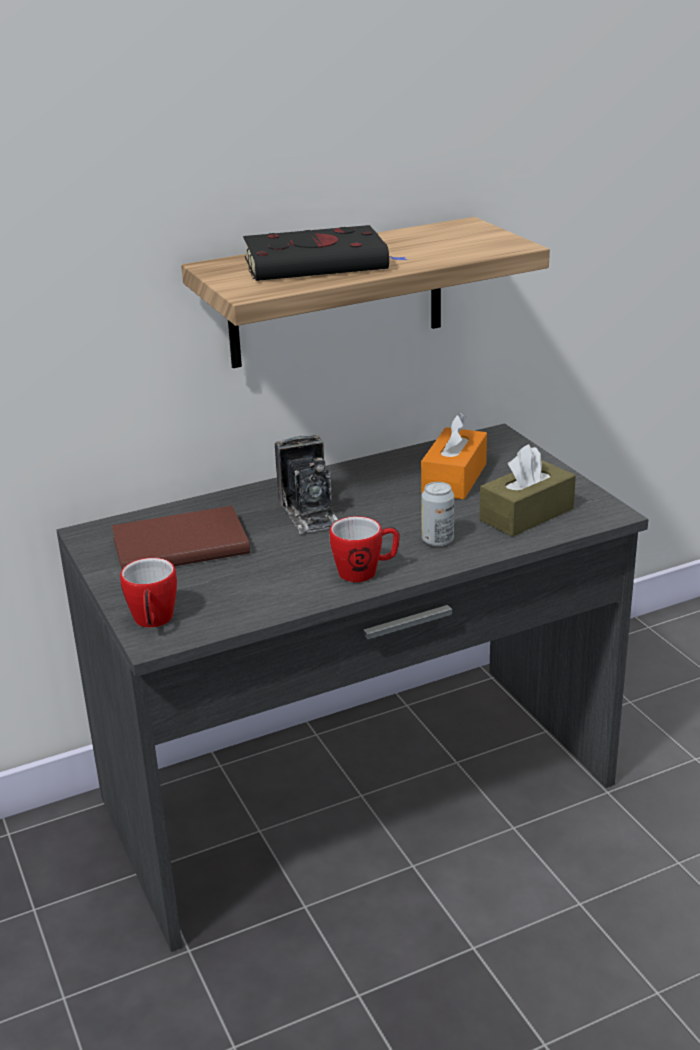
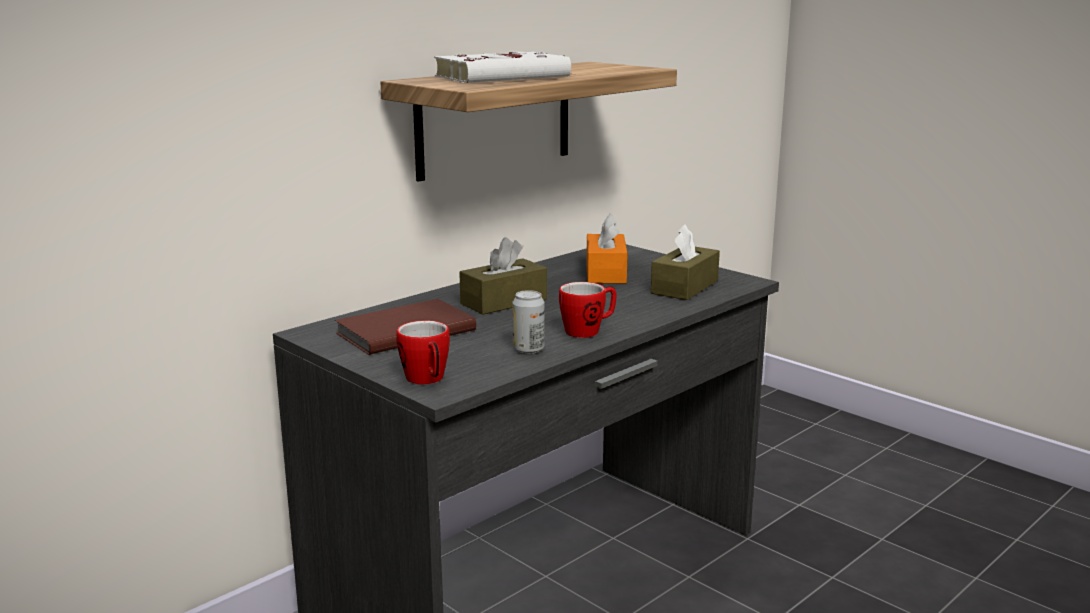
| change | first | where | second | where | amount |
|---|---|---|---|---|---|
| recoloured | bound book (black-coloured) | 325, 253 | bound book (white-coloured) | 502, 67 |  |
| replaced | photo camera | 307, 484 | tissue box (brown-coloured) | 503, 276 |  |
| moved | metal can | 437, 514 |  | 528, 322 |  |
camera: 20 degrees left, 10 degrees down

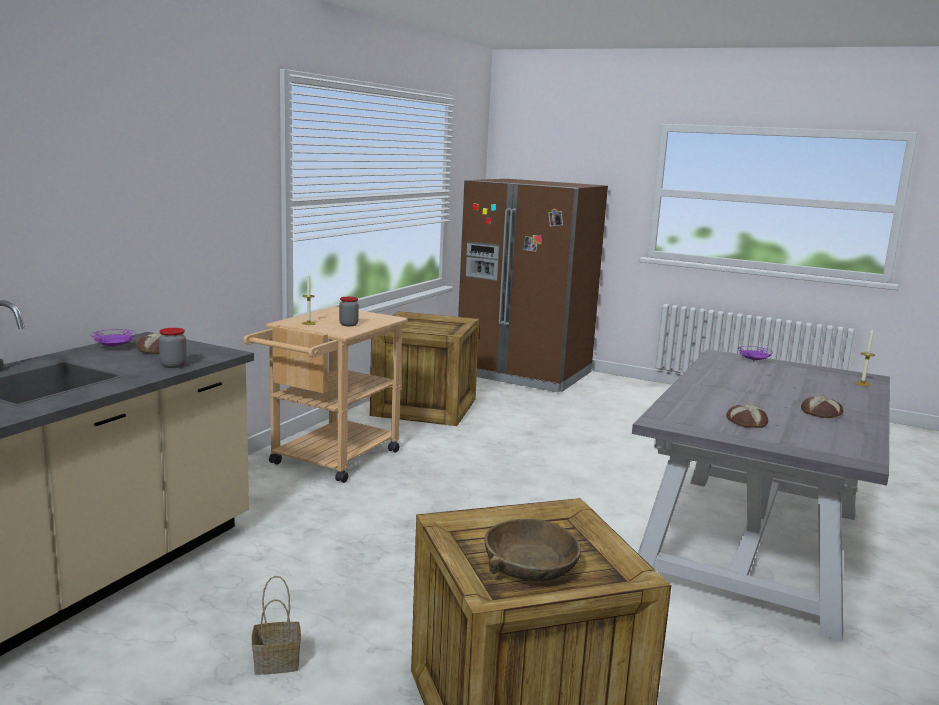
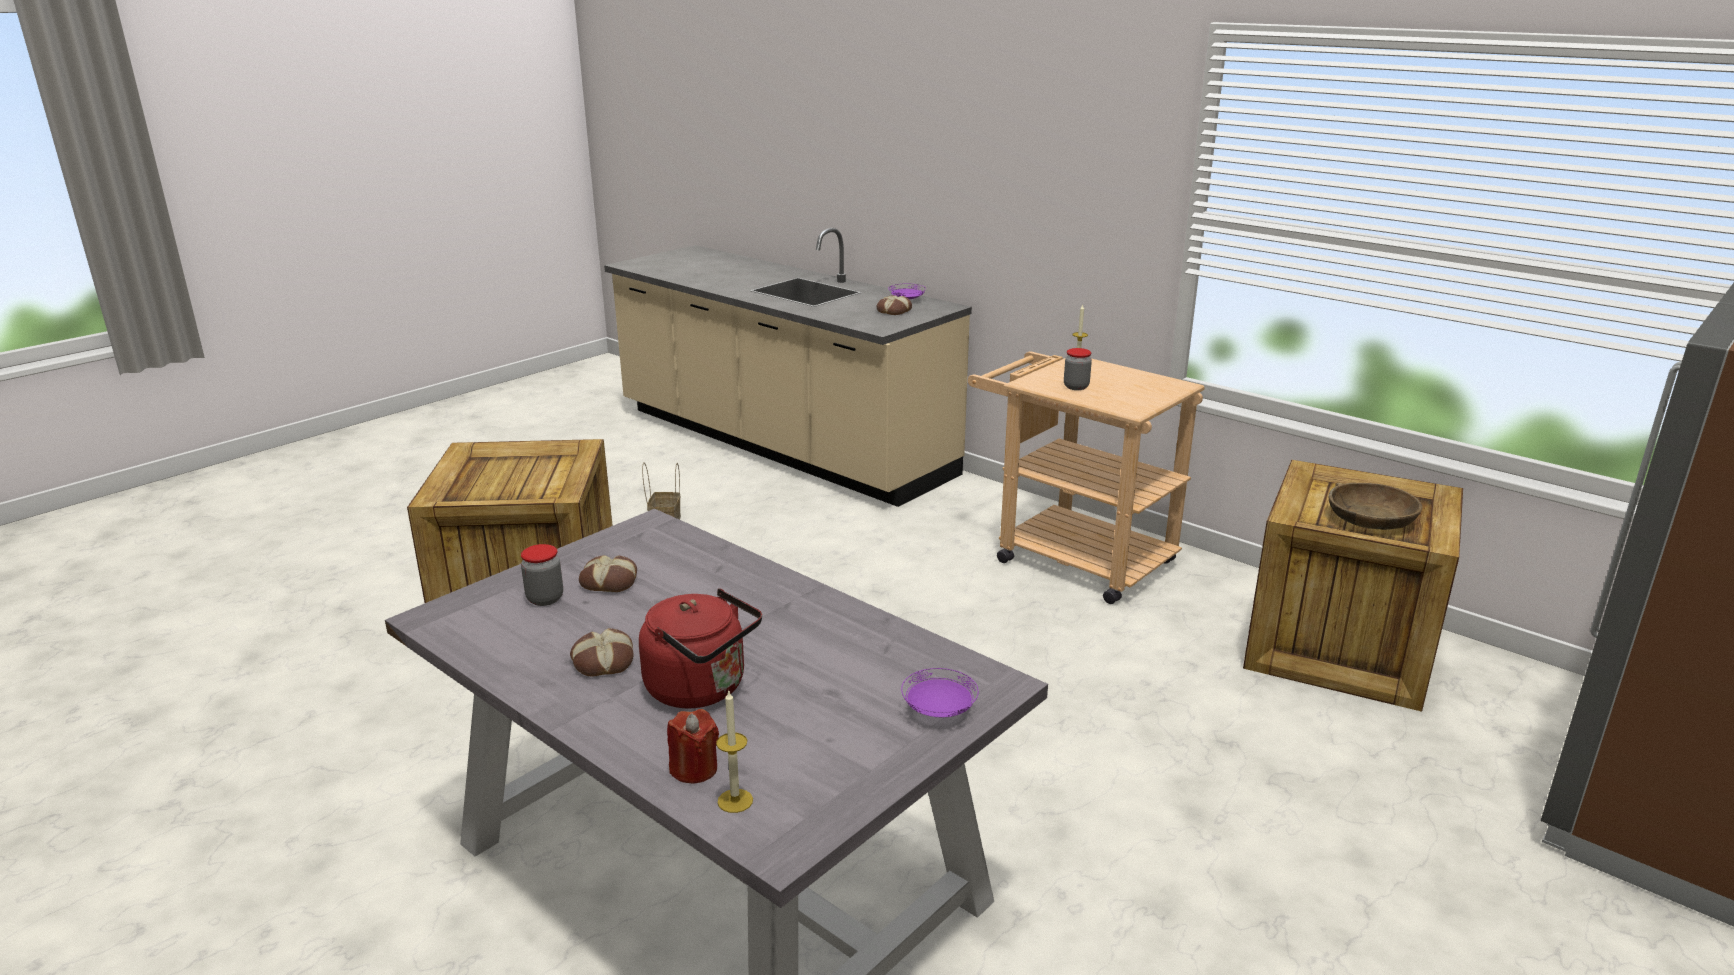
| change | first | where | second | where | amount |
|---|---|---|---|---|---|
| moved | jar | 173, 348 |  | 542, 575 |  |
| moved | bowl (brown-coloured) | 533, 550 |  | 1376, 506 |  |
| added |  |  | water kettle (red) | 700, 648 |  |
| added |  |  | candle (red) | 693, 746 |  |
camera: 105 degrees right, 10 degrees up

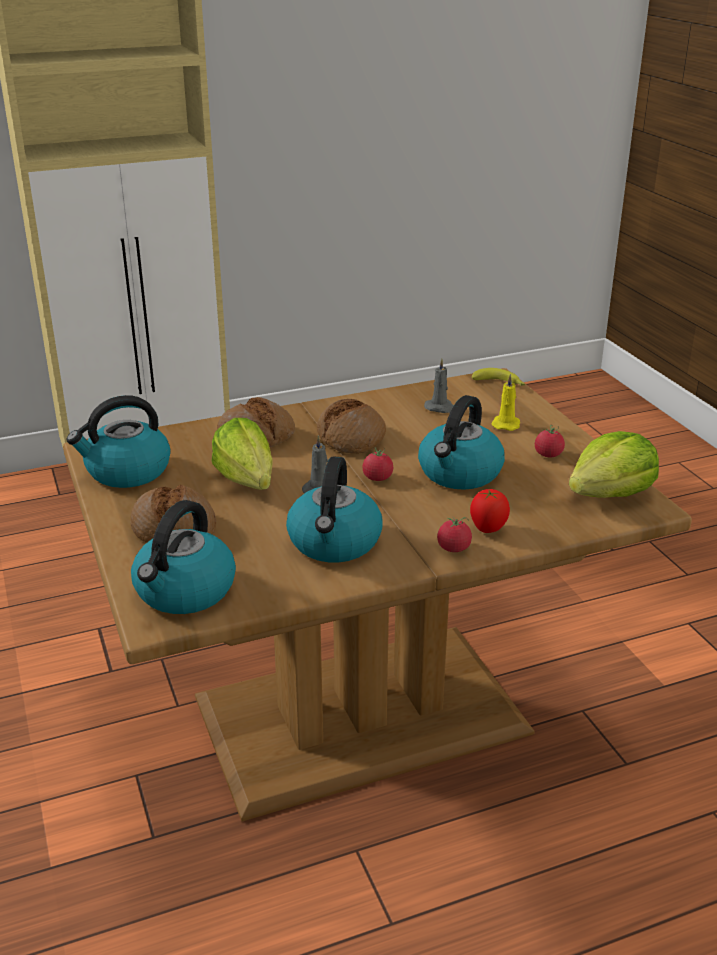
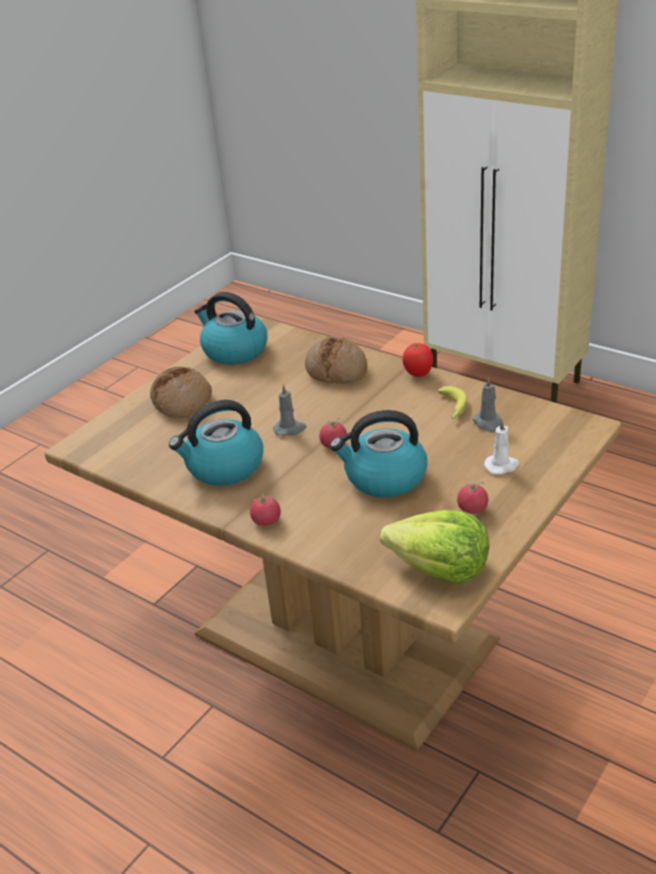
| change | first | where | second | where | amount |
|---|---|---|---|---|---|
| moved | banana | 498, 377 |  | 452, 402 |  |
| recoloured | candle (yellow-coloured) | 505, 402 | candle (white-coloured) | 501, 446 |  |
| removed | bakery bread | 351, 426 |  |  |  |
| removed | head of lettuce | 242, 454 |  |  |  |
| moved | fresh tomato | 490, 511 |  | 417, 360 |  |
| removed | water kettle | 183, 557 |  |  |  |
camera: 60 degrees right, 5 degrees up

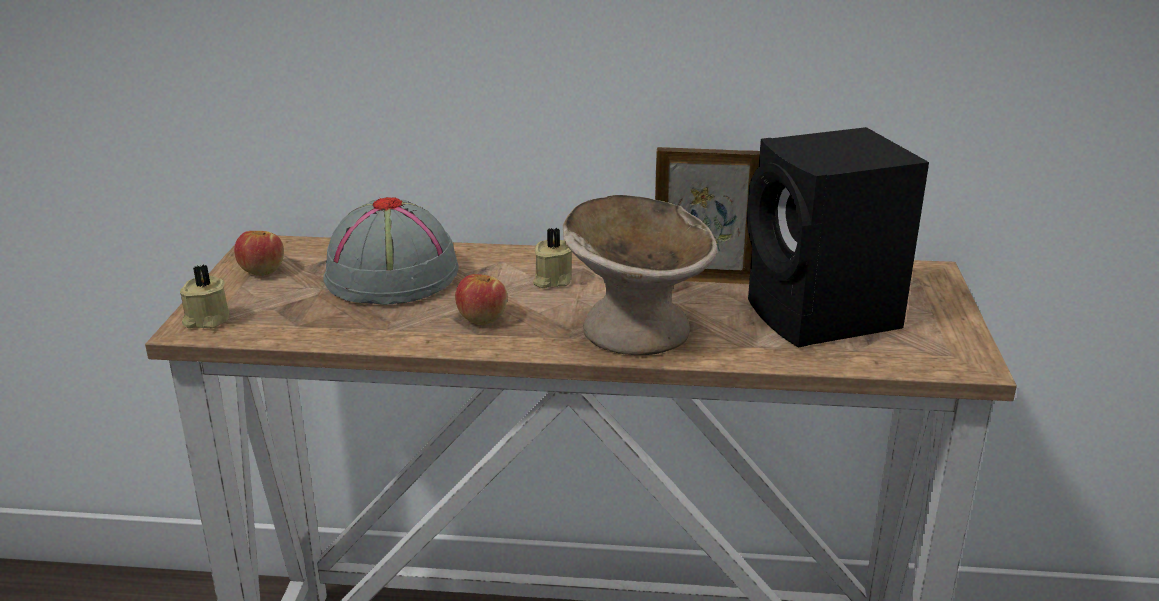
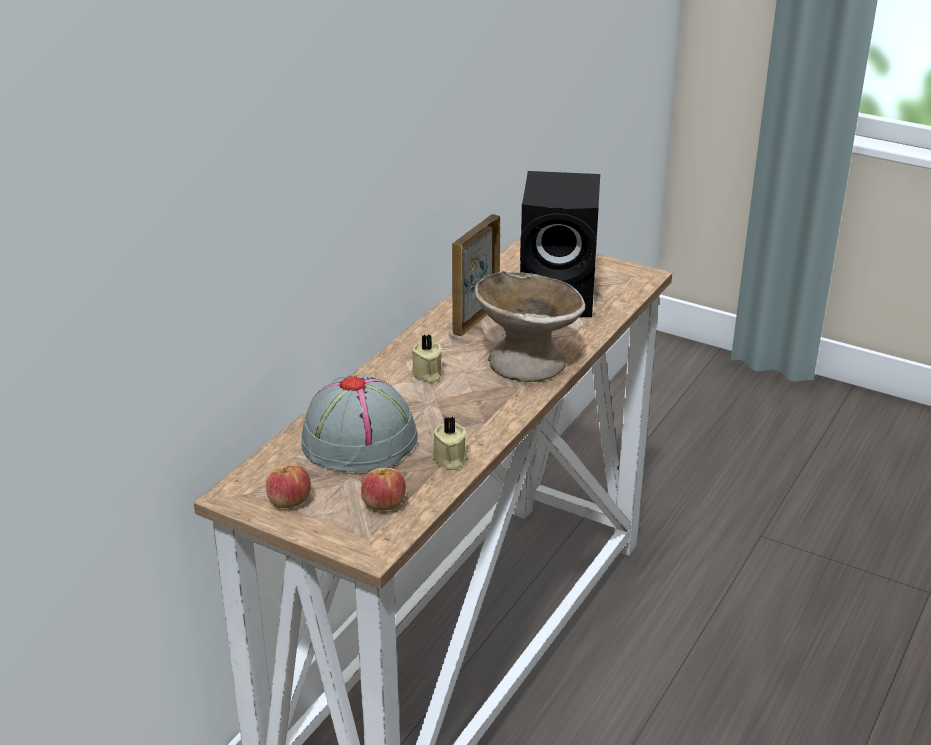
| change | first | where | second | where | amount |
|---|---|---|---|---|---|
| moved | candle (beige) | 205, 297 |  | 450, 443 |  |
| moved | whole apple | 481, 299 |  | 383, 489 |  |
camera: 65 degrees left, 5 degrees up

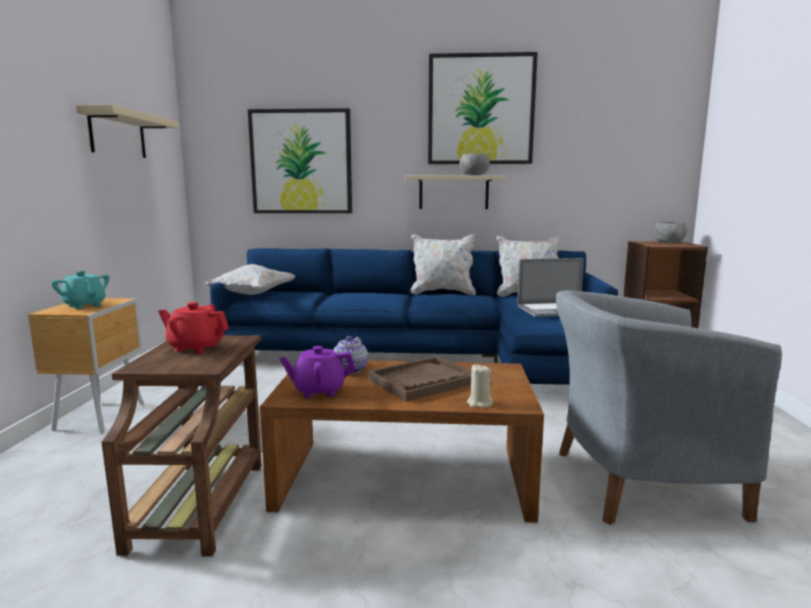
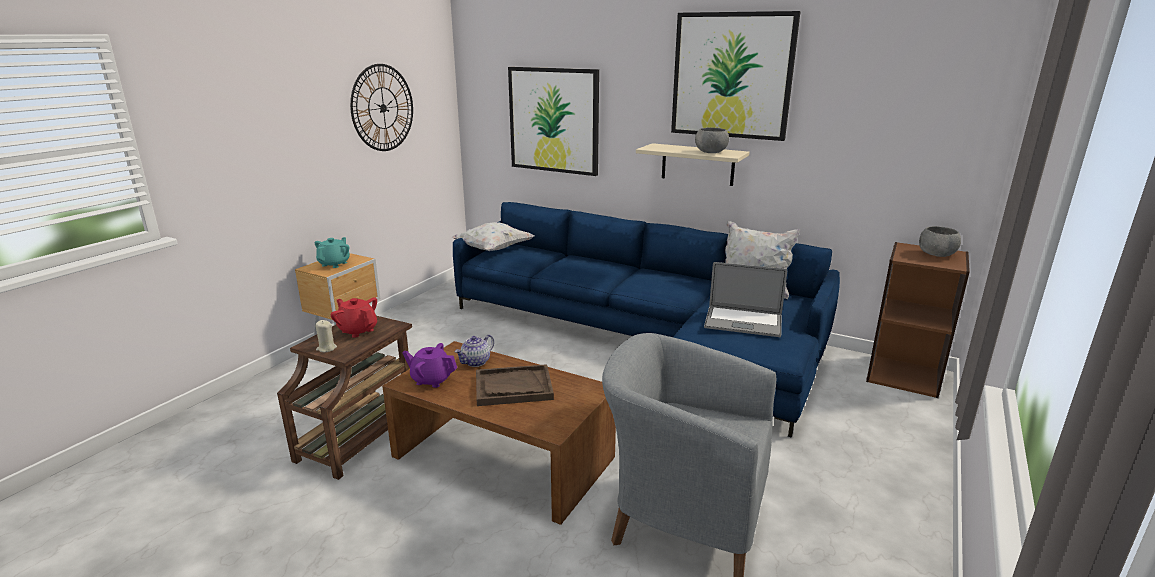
| change | first | where | second | where | amount |
|---|---|---|---|---|---|
| replaced | bracket shelf (beige) | 127, 131 | clock on the wall | 381, 107 |  |
| removed | pillow (white-coloured) | 443, 264 |  |  |  |
| turned | teapot (turquoise-coloured) | 80, 290 |  | 332, 252 | 45 degrees clockwise |
| moved | candle (beige) | 480, 386 |  | 326, 336 |  |
camera: 25 degrees right, 10 degrees up

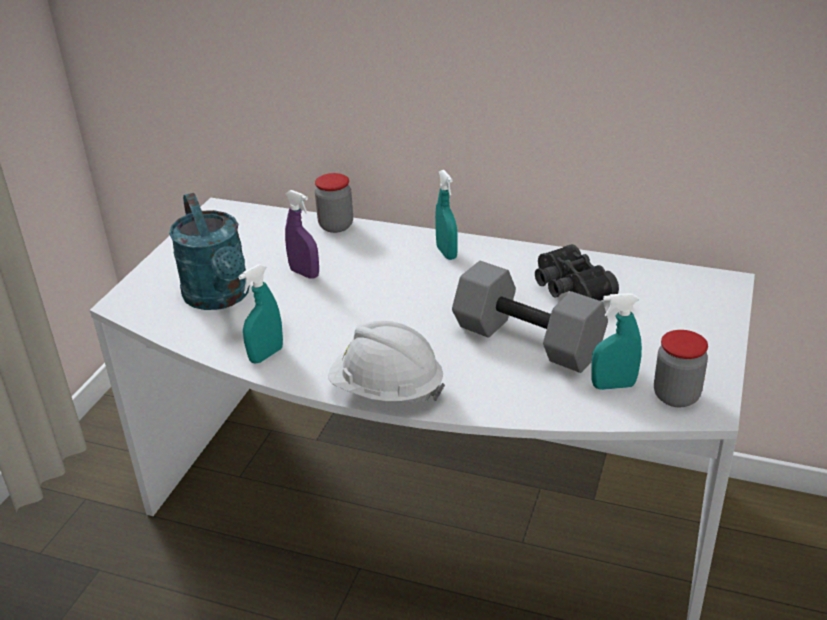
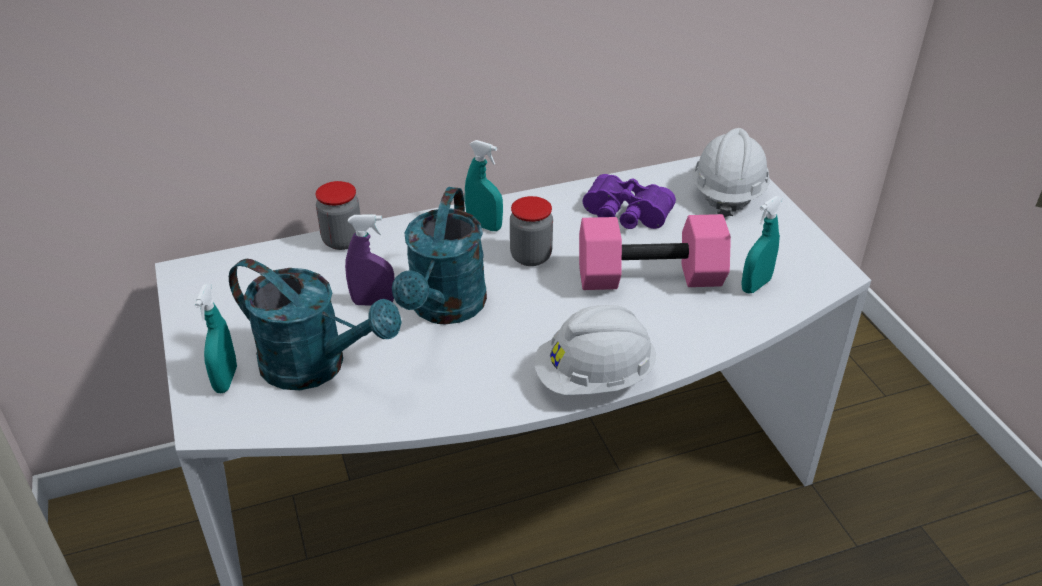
| change | first | where | second | where | amount |
|---|---|---|---|---|---|
| recoloured | binoculars (black-coloured) | 577, 272 | binoculars (purple) | 629, 201 |  |
| recoloured | free weight (grey) | 530, 317 | free weight (pink-coloured) | 655, 252 |  |
| moved | spray bottle (turquoise-coloured) | 260, 314 |  | 216, 338 |  |
| moved | jar | 681, 368 |  | 531, 231 |  |
| added |  |  | hard hat (white-coloured) | 731, 173 |  |
| added |  |  | sprinkling can (turquoise-coloured) | 439, 255 |  |
camera: 40 degrees left, 5 degrees up

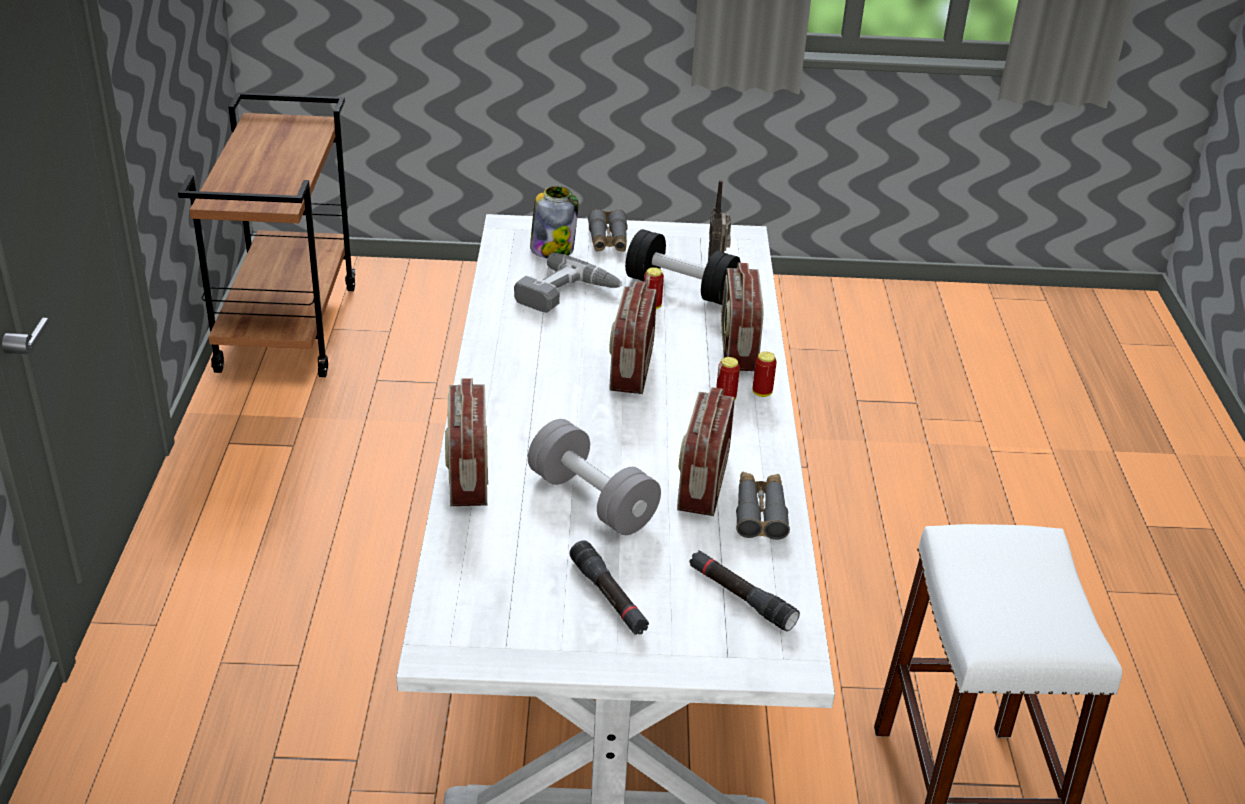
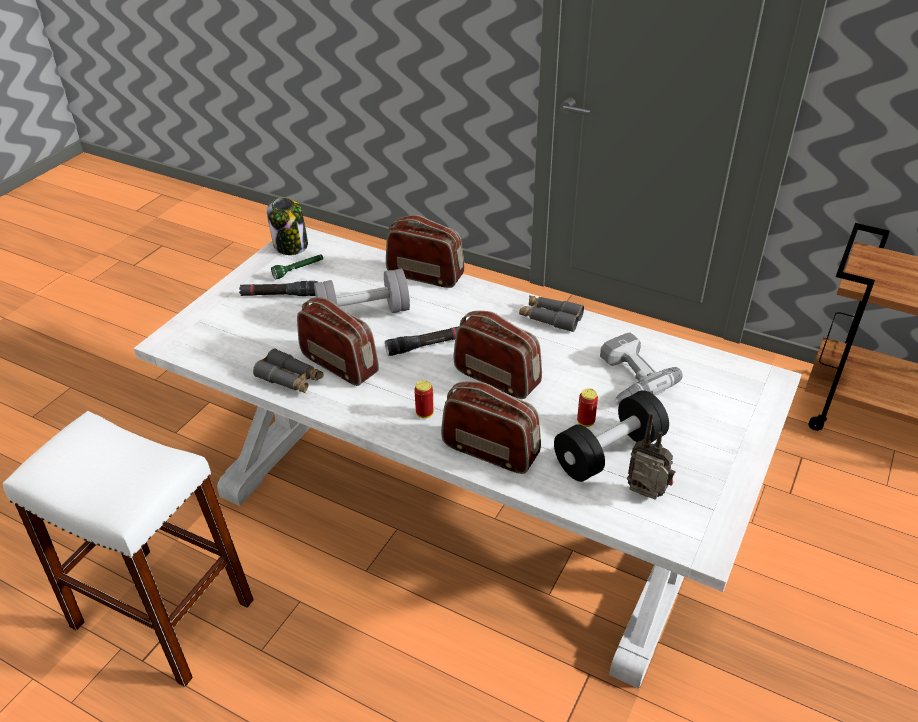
| change | first | where | second | where | amount |
|---|---|---|---|---|---|
| moved | jar | 554, 222 |  | 287, 226 |  |
| moved | binoculars (grey) | 608, 230 |  | 551, 313 |  |
| removed | metal can | 765, 374 |  |  |  |
| moved | torch (black-coloured) | 744, 591 |  | 422, 341 |  |
| added |  |  | torch (greenish) | 297, 267 |  |
camera: 120 degrees right, 5 degrees up

